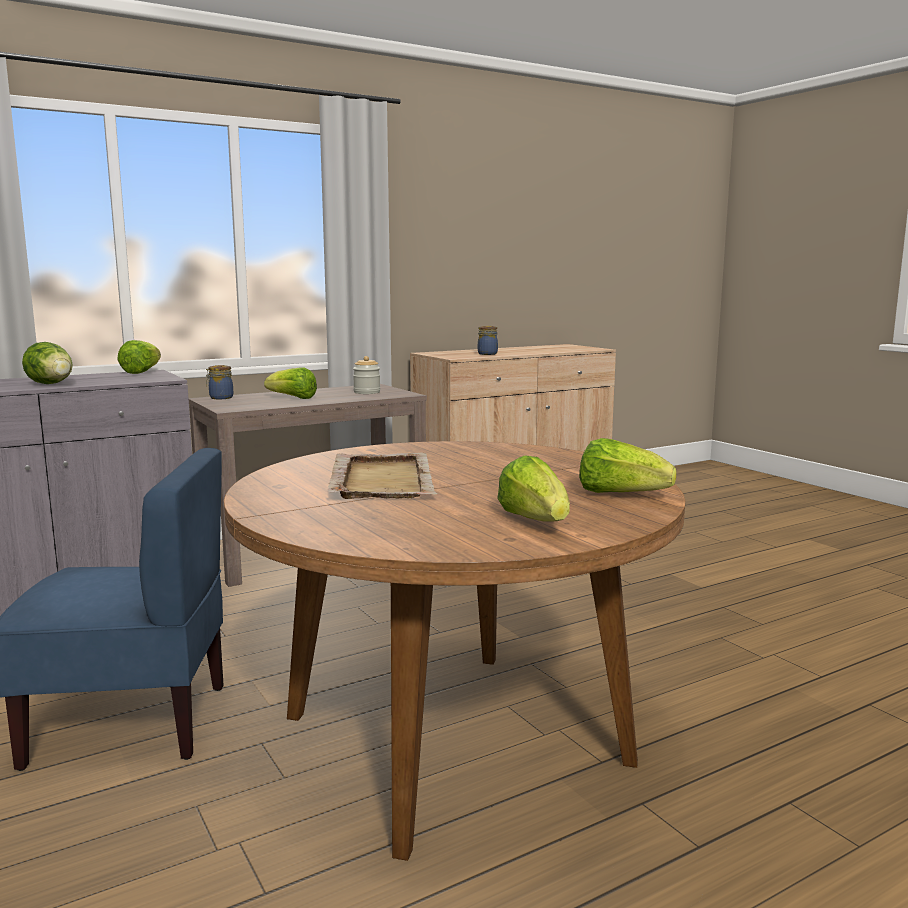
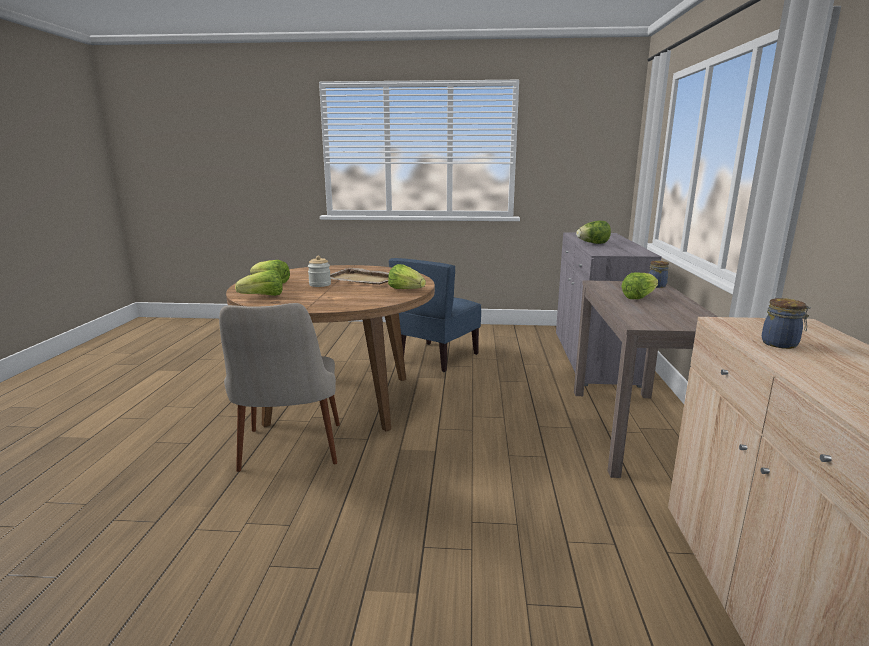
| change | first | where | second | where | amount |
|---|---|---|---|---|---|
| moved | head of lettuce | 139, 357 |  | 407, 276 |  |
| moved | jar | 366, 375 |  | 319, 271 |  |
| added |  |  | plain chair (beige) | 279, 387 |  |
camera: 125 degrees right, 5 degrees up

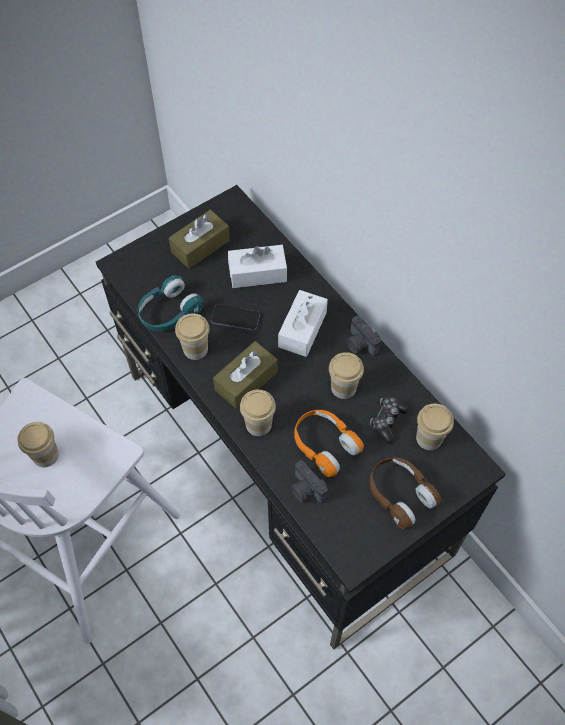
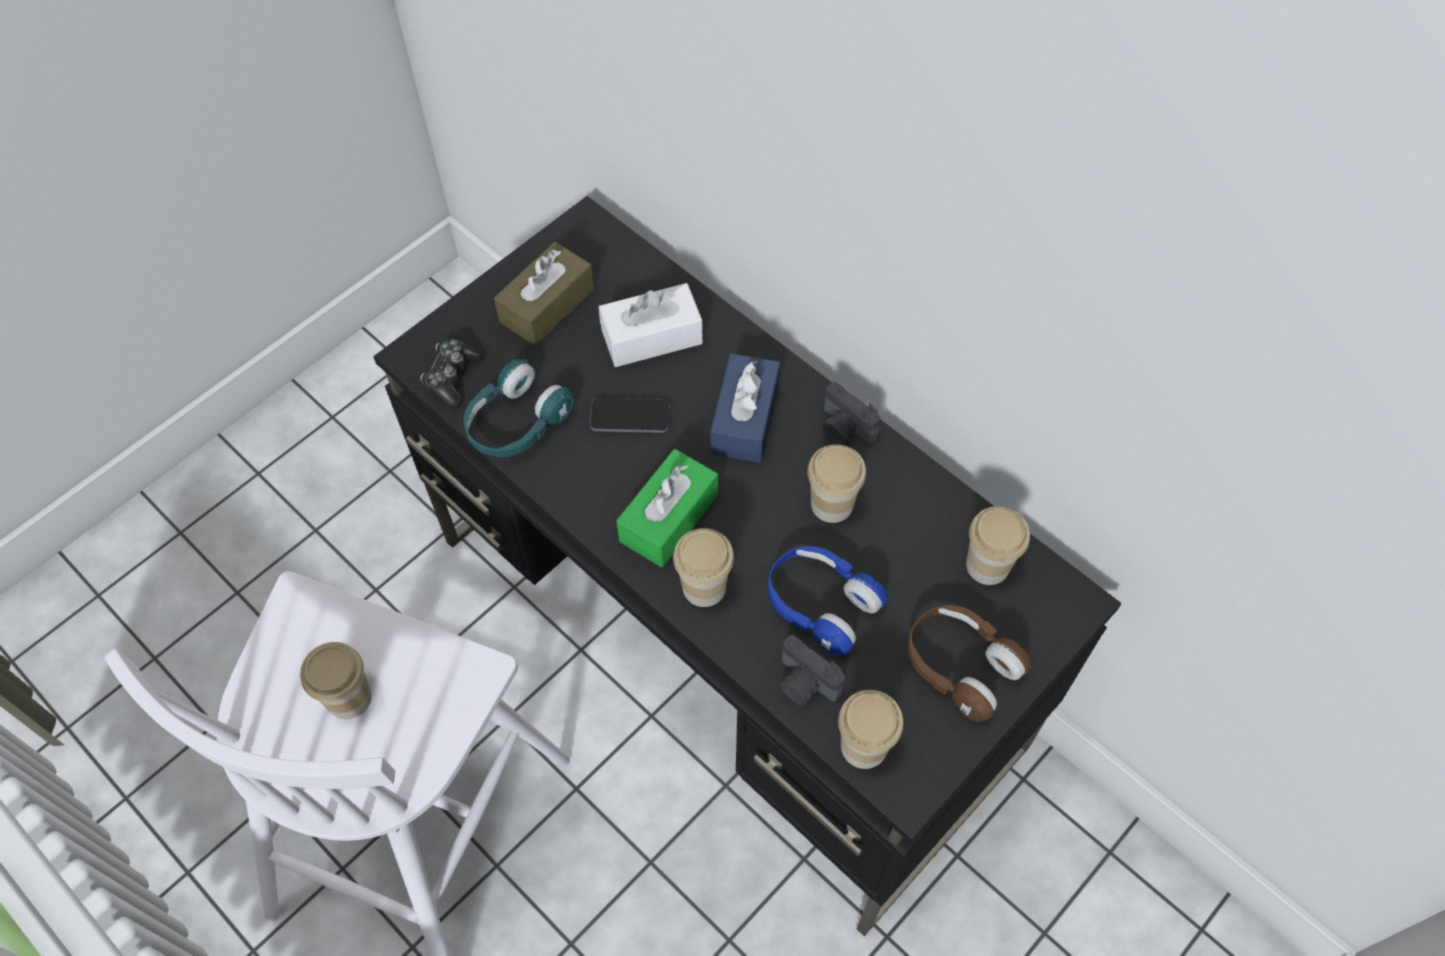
| change | first | where | second | where | amount |
|---|---|---|---|---|---|
| recoloured | tissue box (white-coloured) | 303, 323 | tissue box (blue-coloured) | 745, 408 |  |
| moved | cup | 192, 337 |  | 871, 729 |  |
| recoloured | tissue box (brown-coloured) | 245, 375 | tissue box (greenish) | 667, 508 |  |
| moved | joypad | 389, 420 |  | 452, 373 |  |
| recoloured | pair of headphones (orange-coloured) | 329, 443 | pair of headphones (blue-coloured) | 827, 601 |  |
camera: 10 degrees left, 0 degrees up

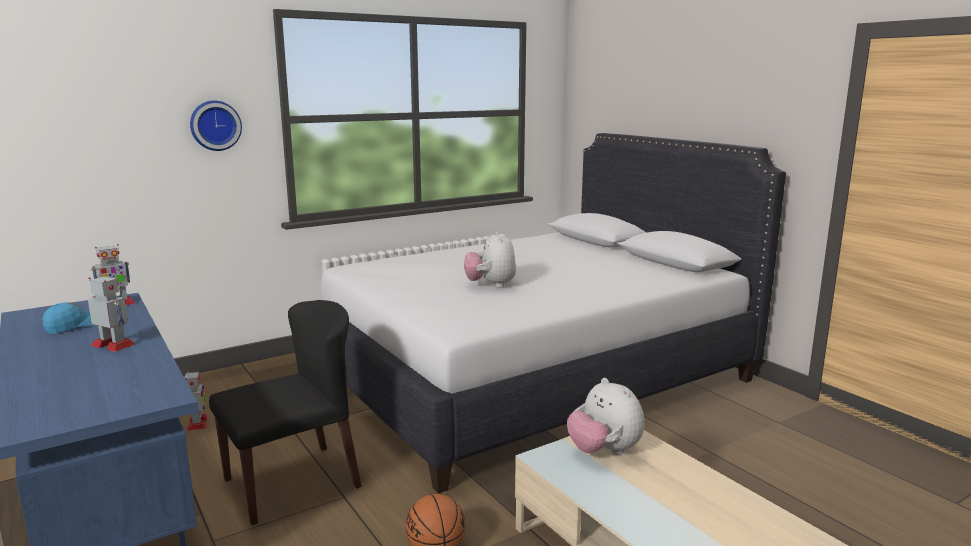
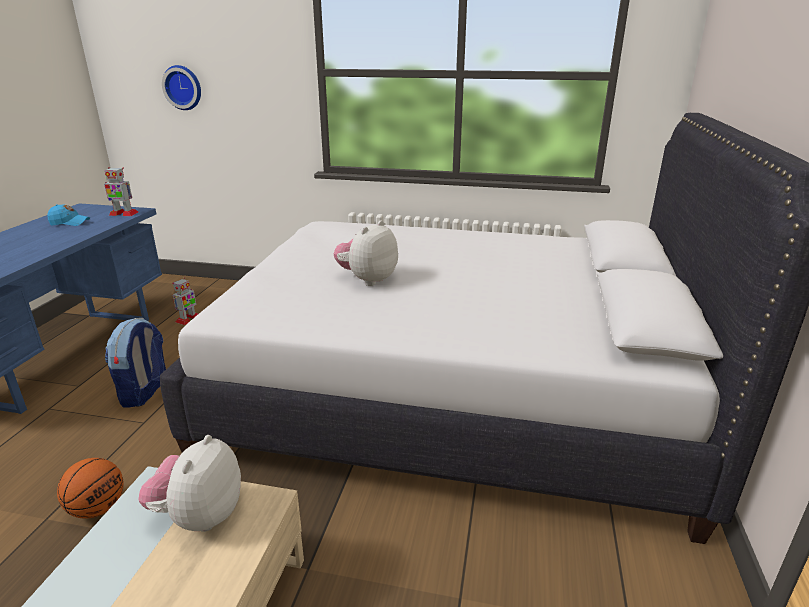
| change | first | where | second | where | amount |
|---|---|---|---|---|---|
| moved | clock on the wall | 216, 126 |  | 181, 87 |  |
| removed | toy robot | 111, 314 |  |  |  |
| replaced | plain chair (black-coloured) | 285, 412 | knapsack | 135, 363 |  |
camera: 45 degrees right, 10 degrees up

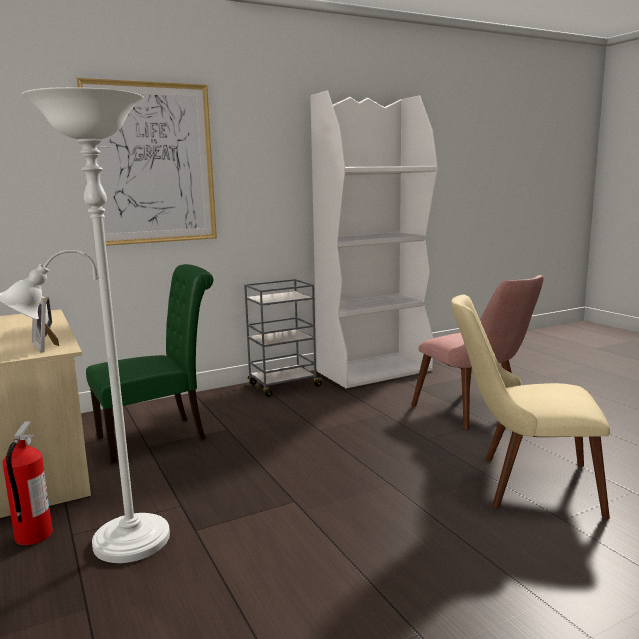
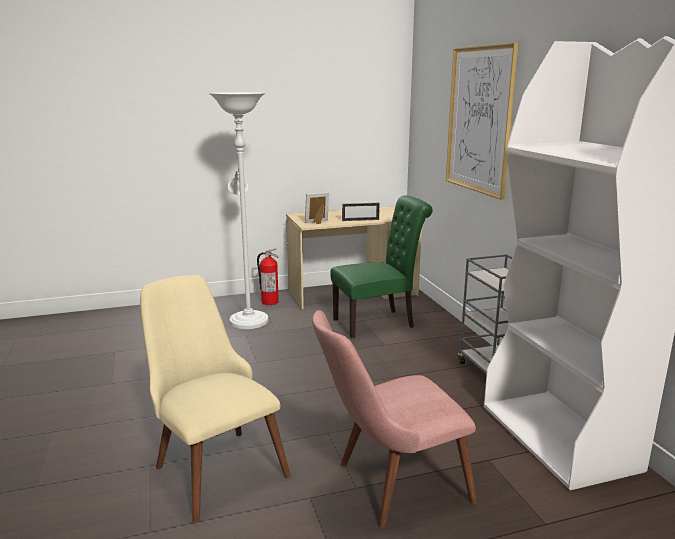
| change | first | where | second | where | amount |
|---|---|---|---|---|---|
| turned | plain chair (greenish) | 149, 364 |  | 381, 267 | 90 degrees counterclockwise |
| turned | plain chair (beige) | 530, 407 |  | 215, 399 | 60 degrees counterclockwise |
camera: 100 degrees right, 5 degrees up

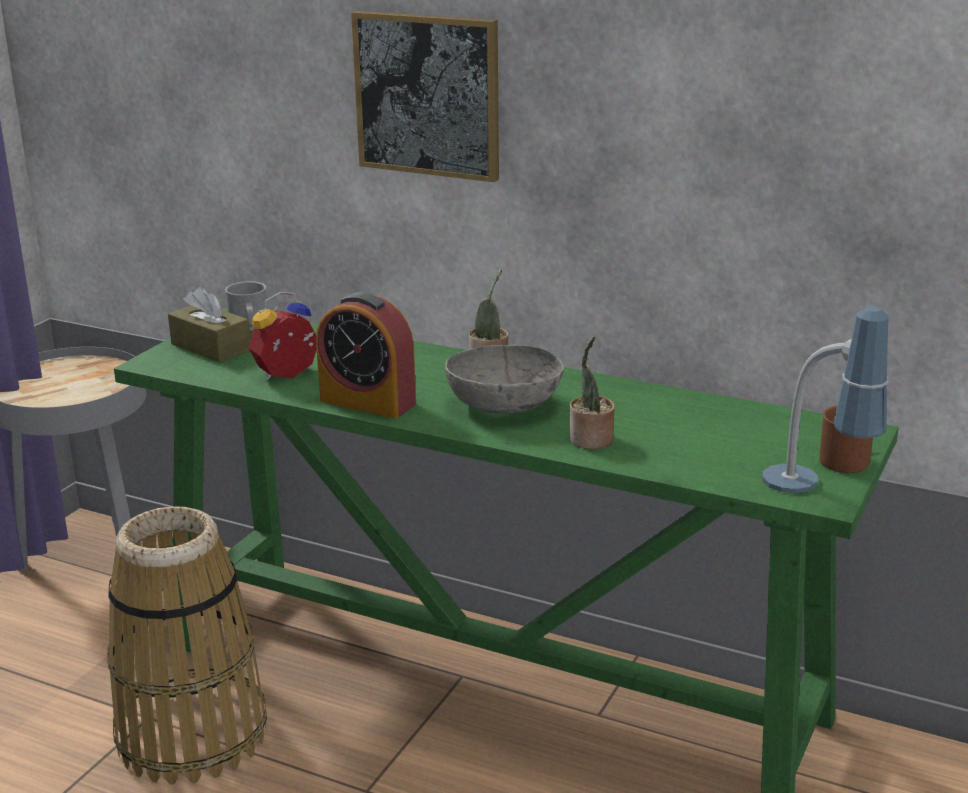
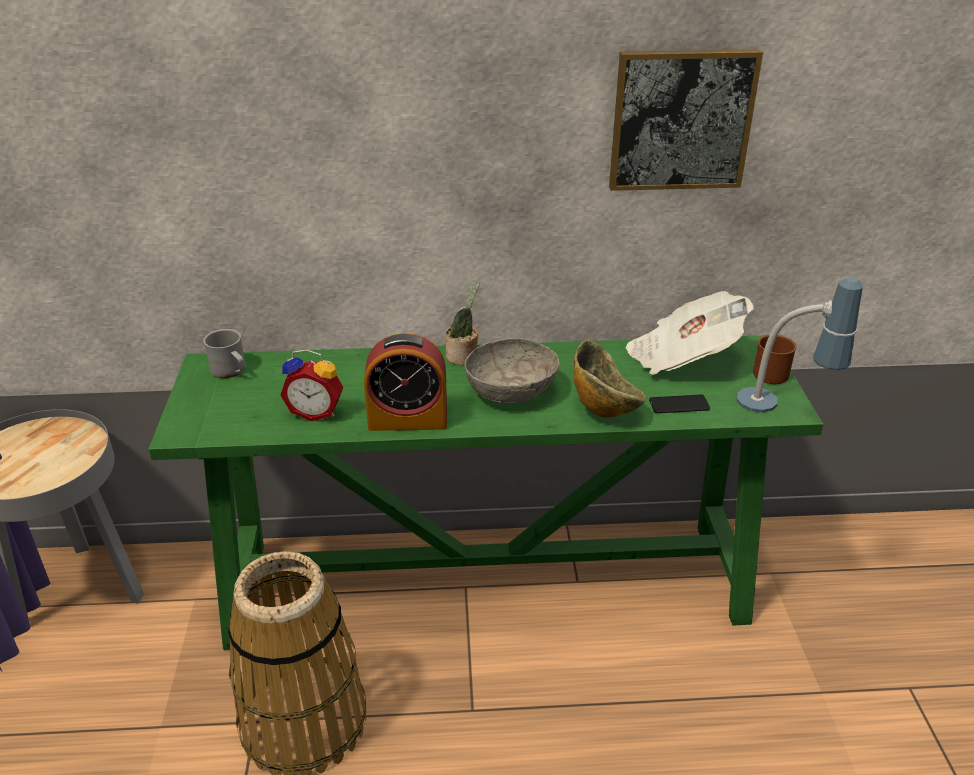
| change | first | where | second | where | amount |
|---|---|---|---|---|---|
| moved | picture | 425, 96 |  | 686, 120 |  |
| removed | tissue box (brown-coloured) | 209, 324 |  |  |  |
| turned | bedside clock | 283, 336 |  | 311, 385 | 105 degrees counterclockwise |
| replaced | houseplant | 592, 392 | bowl | 610, 378 |  |
| added |  |  | daily paper | 689, 333 |  |
| added |  |  | phone | 679, 404 |  |
camera: 30 degrees left, 10 degrees up

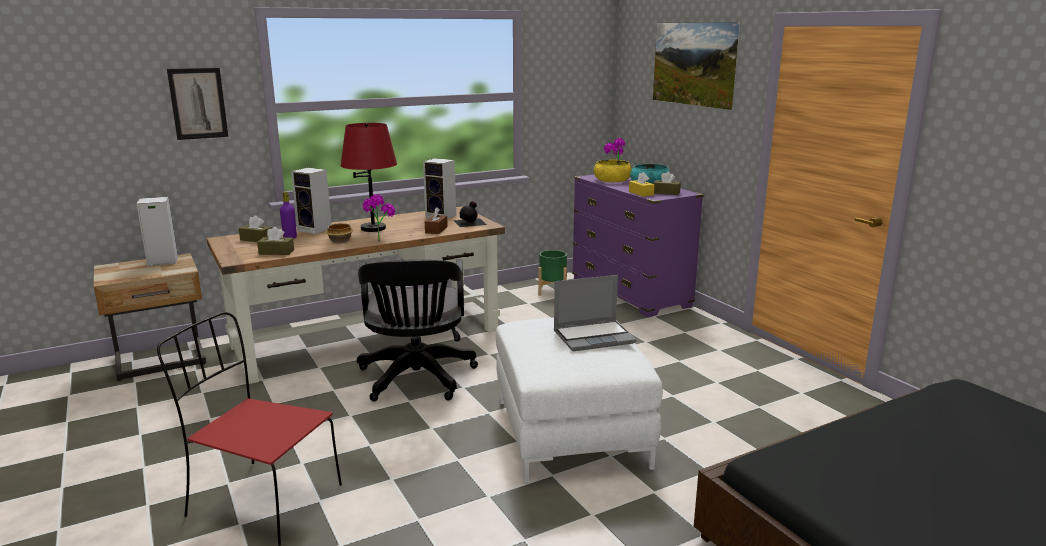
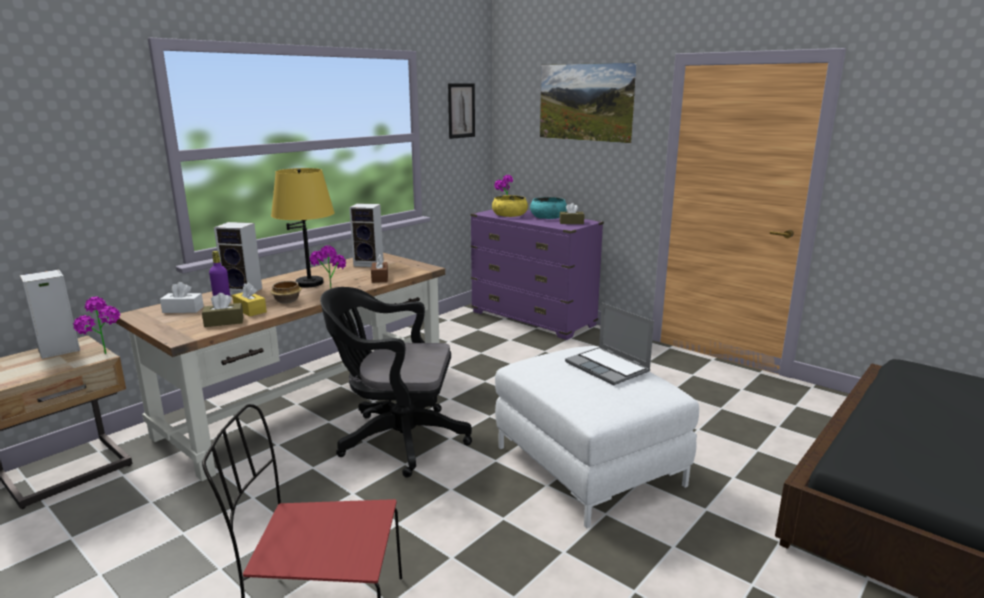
| change | first | where | second | where | amount |
|---|---|---|---|---|---|
| moved | picture | 197, 104 |  | 461, 111 |  |
| recoloured | table lamp (red) | 368, 177 | table lamp (yellow-coloured) | 303, 227 |  |
| moved | tissue box (yellow-coloured) | 641, 184 |  | 249, 299 |  |
| removed | bottle (black-coloured) | 470, 214 |  |  |  |
| recoloured | tissue box (brown-coloured) | 255, 228 | tissue box (white-coloured) | 182, 297 |  |
| removed | plant pot (greenish) | 552, 273 |  |  |  |
| turned | office chair (black-coloured) | 417, 330 |  | 396, 382 | 120 degrees clockwise |
| turned | notebook computer | 595, 313 |  | 609, 344 | 90 degrees clockwise |
| added |  |  | houseplant | 96, 325 |  |
camera: 20 degrees left, 0 degrees up

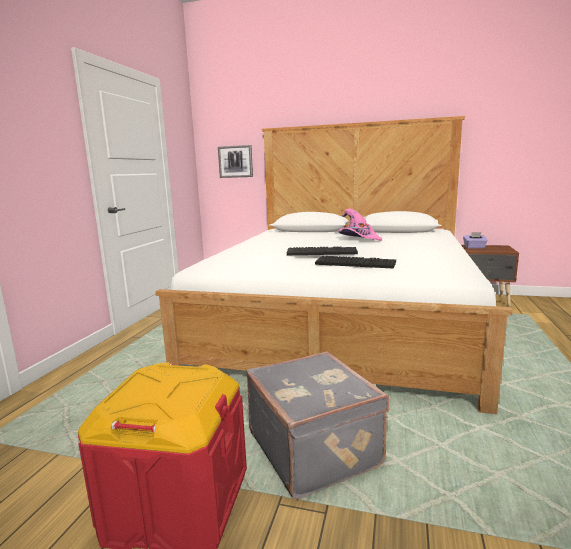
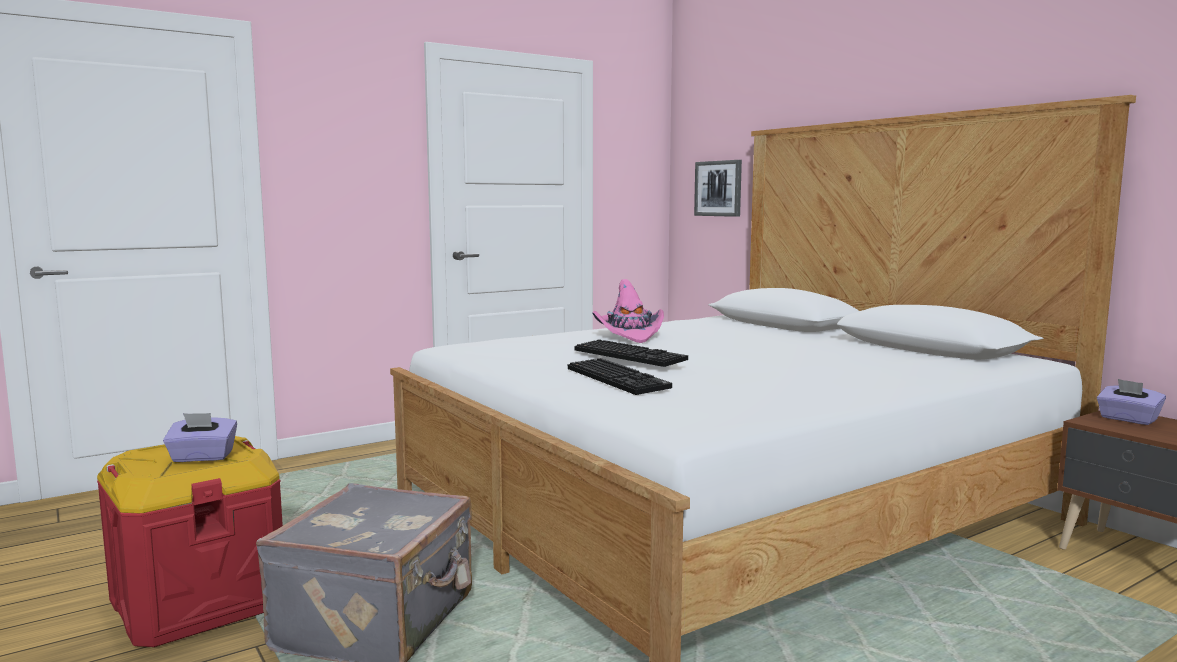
| change | first | where | second | where | amount |
|---|---|---|---|---|---|
| moved | hat (pink-coloured) | 360, 224 |  | 628, 311 |  |
| added |  |  | tissue box (purple) | 200, 437 |  |
camera: 40 degrees right, 5 degrees down

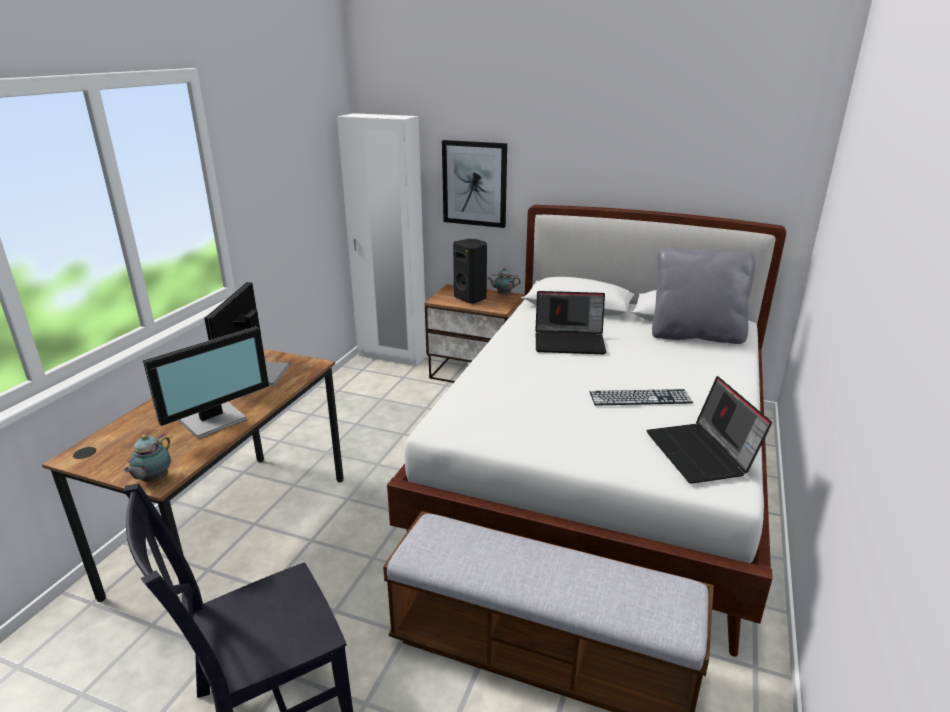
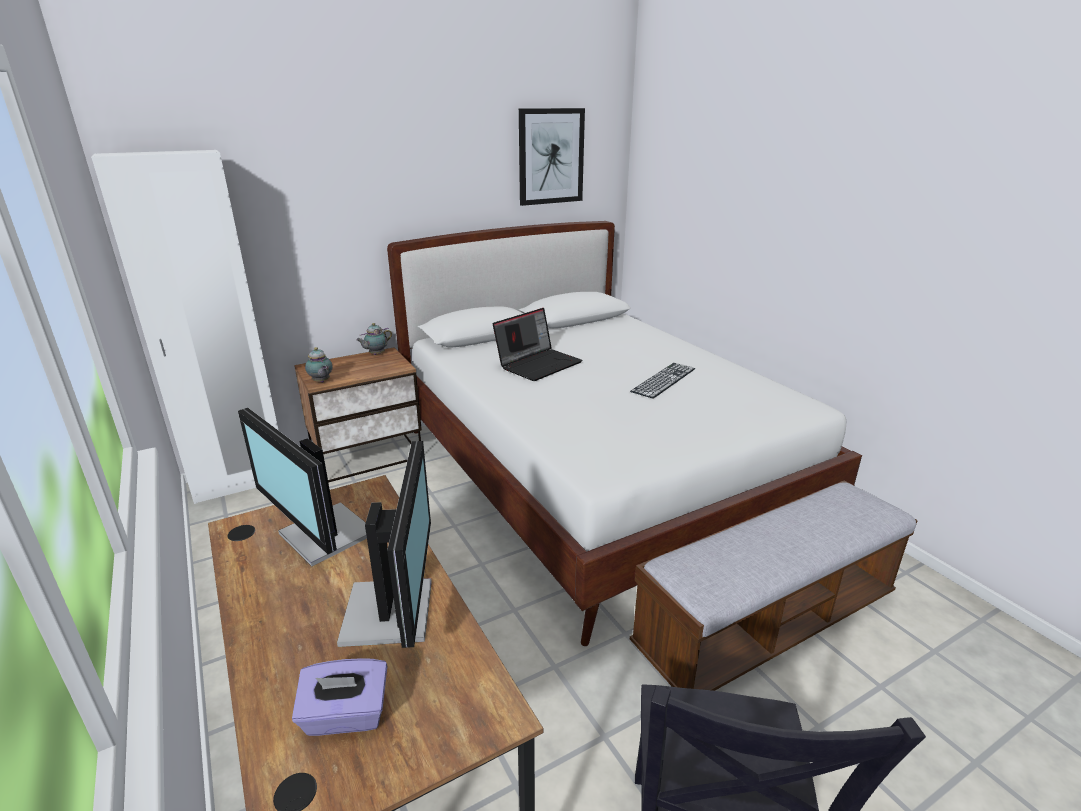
| change | first | where | second | where | amount |
|---|---|---|---|---|---|
| moved | picture | 474, 184 |  | 552, 157 |  |
| removed | speaker (black-coloured) | 470, 271 |  |  |  |
| removed | pillow (grey) | 703, 295 |  |  |  |
| removed | notebook computer | 709, 429 |  |  |  |
| moved | teapot | 147, 457 |  | 319, 365 |  |
| added |  |  | tissue box (purple) | 339, 697 |  |
camera: 50 degrees left, 0 degrees up

